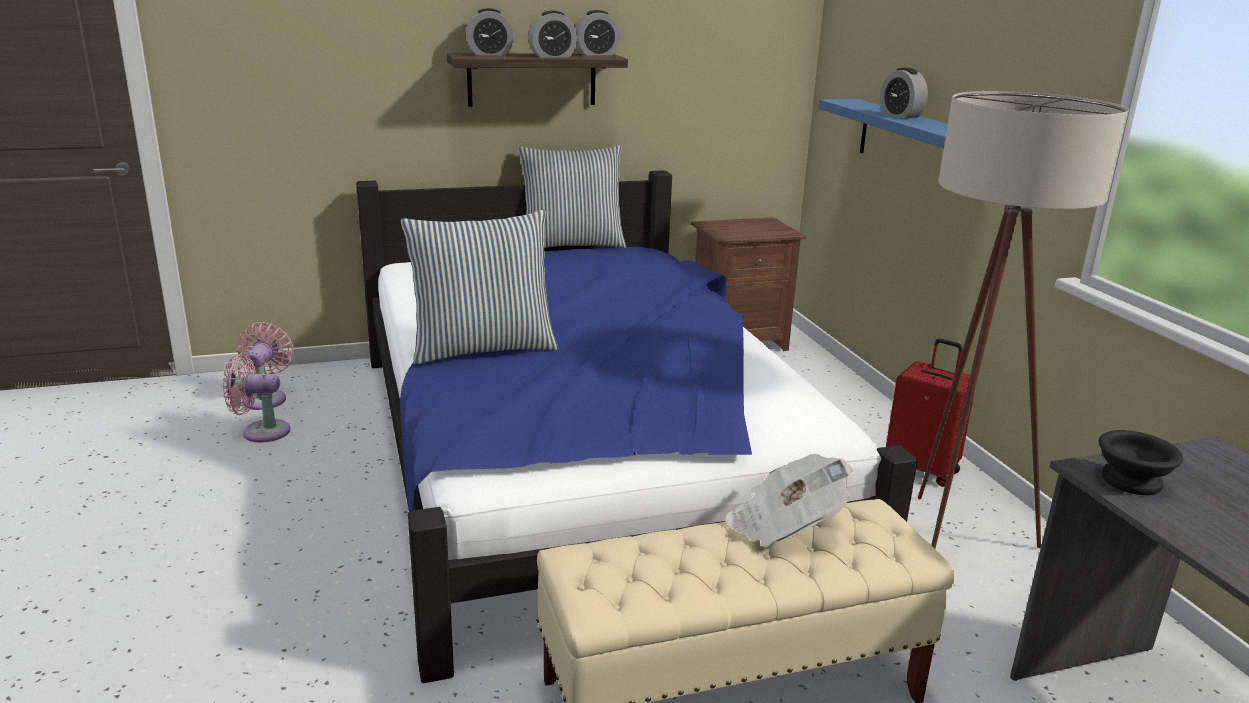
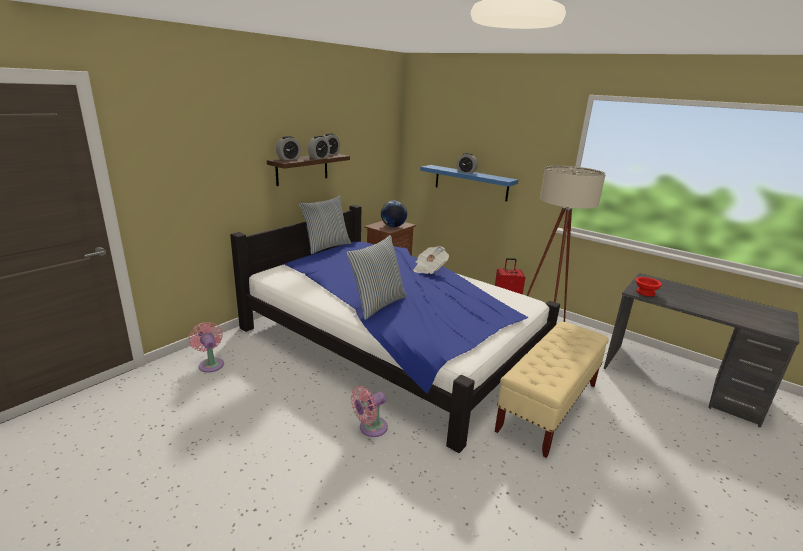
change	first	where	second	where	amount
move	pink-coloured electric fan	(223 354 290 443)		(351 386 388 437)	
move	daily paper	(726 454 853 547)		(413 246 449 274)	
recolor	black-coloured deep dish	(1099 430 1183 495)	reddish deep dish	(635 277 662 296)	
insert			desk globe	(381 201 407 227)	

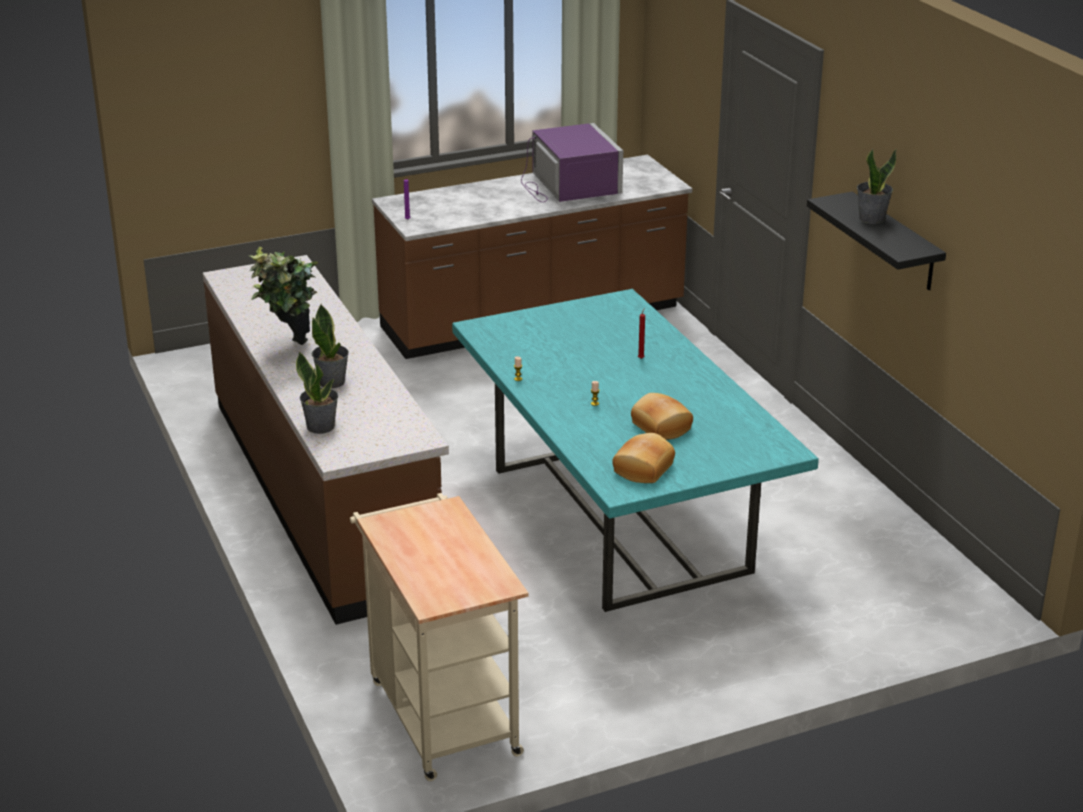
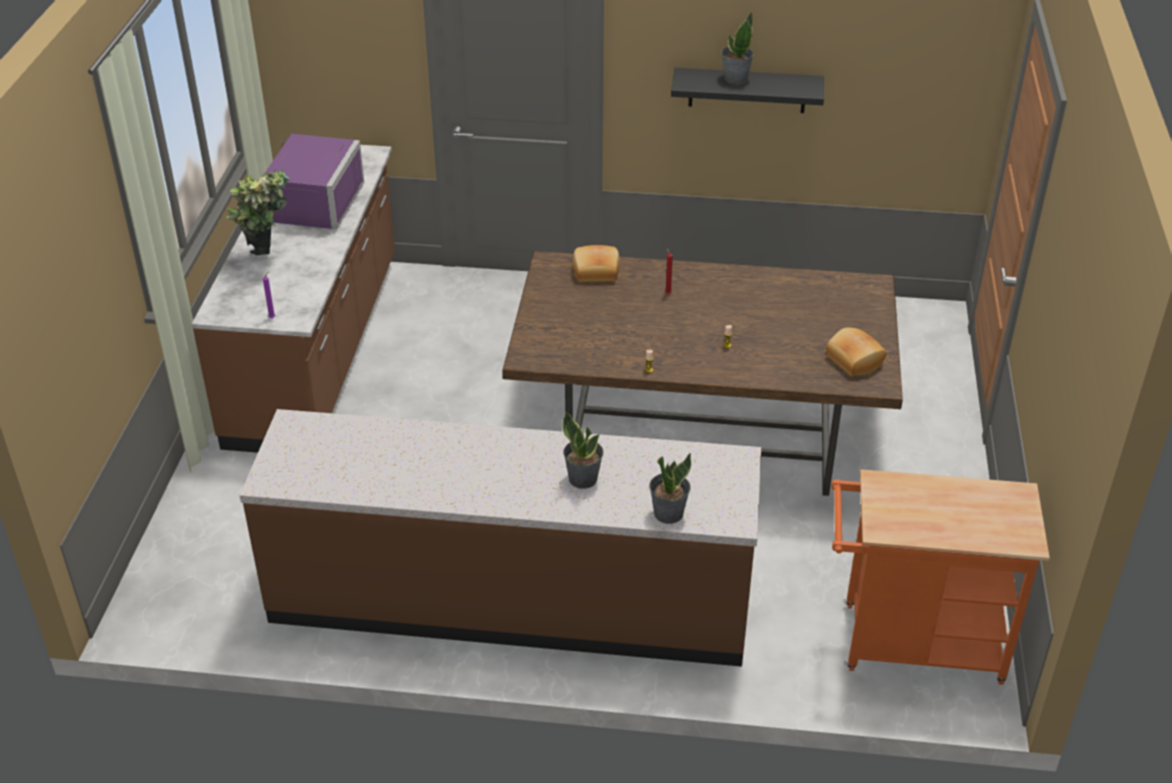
change	first	where	second	where	amount
move	houseplant	(250 247 318 345)		(226 169 290 256)	
recolor	beige trolley	(350 493 529 781)	orange-coloured trolley	(831 469 1050 685)	
recolor	turquoise-coloured dining table	(452 289 819 612)	brown dining table	(502 251 903 496)	
rotate	purplish microwave oven	(521 123 623 202)		(264 134 364 229)	90 degrees clockwise
move	bread	(631 393 693 440)		(573 245 620 282)	

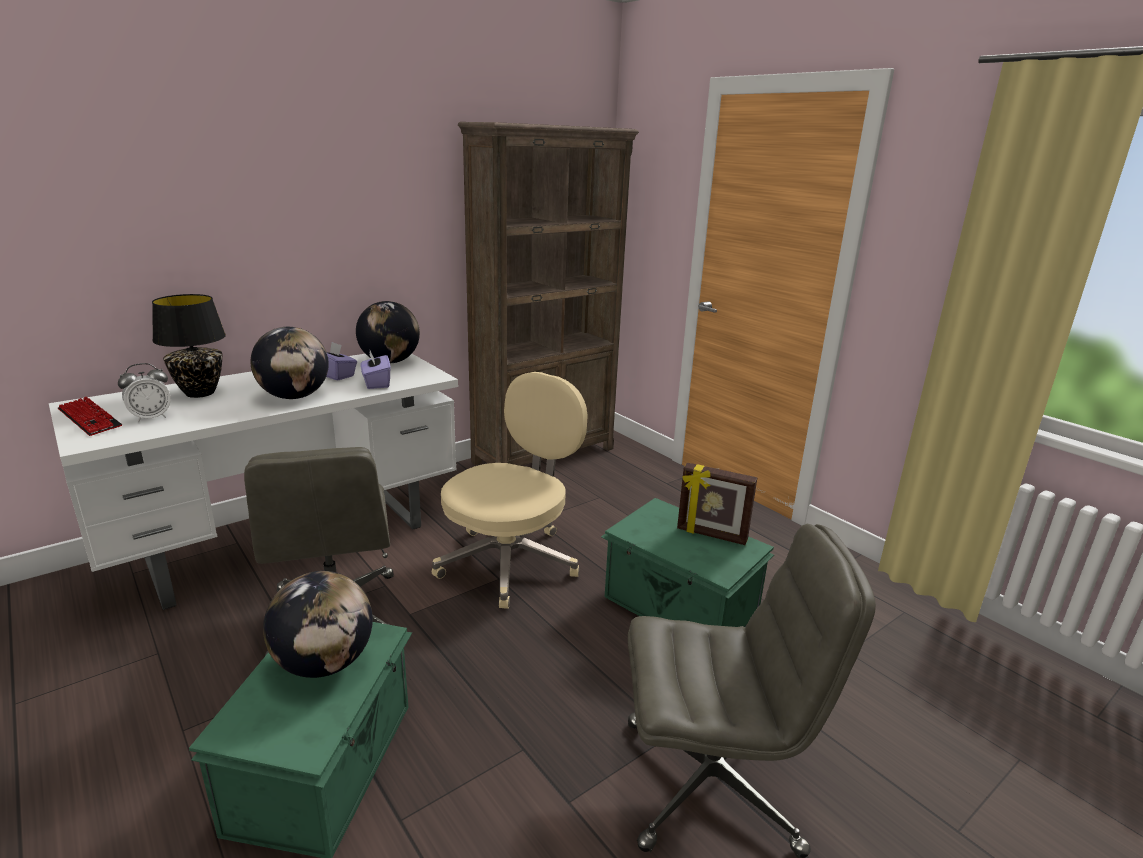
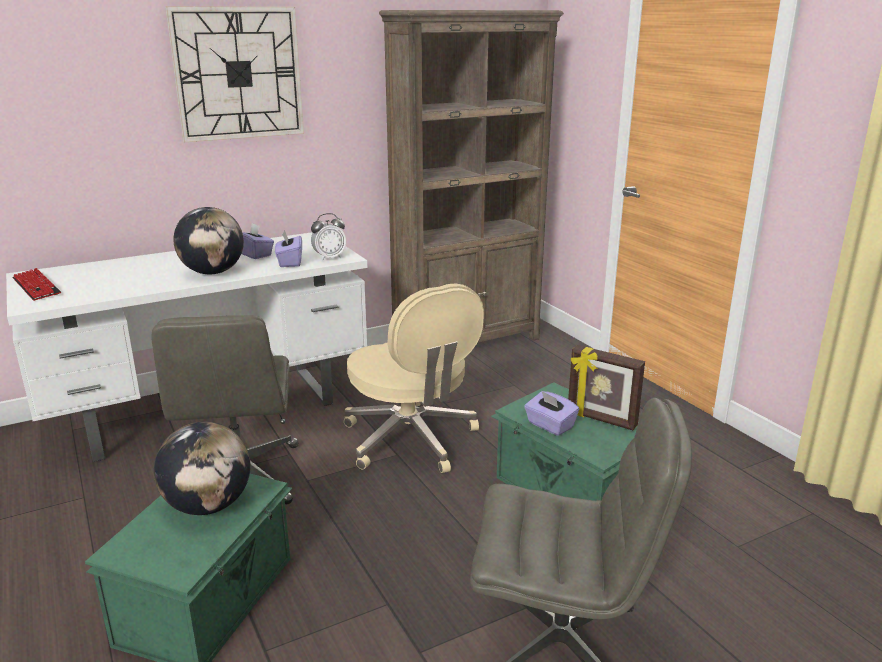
change	first	where	second	where	amount
move	table clock	(118 363 171 423)		(311 213 346 261)	
delete	black-coloured tabletop lamp	(152 294 226 398)			
delete	desk globe	(356 301 420 363)			
rotate	beige computer chair	(432 372 587 609)		(344 284 484 473)	105 degrees clockwise
insert			hanging clock	(165 6 304 142)	
insert			purplish tissue holder	(524 390 579 436)	

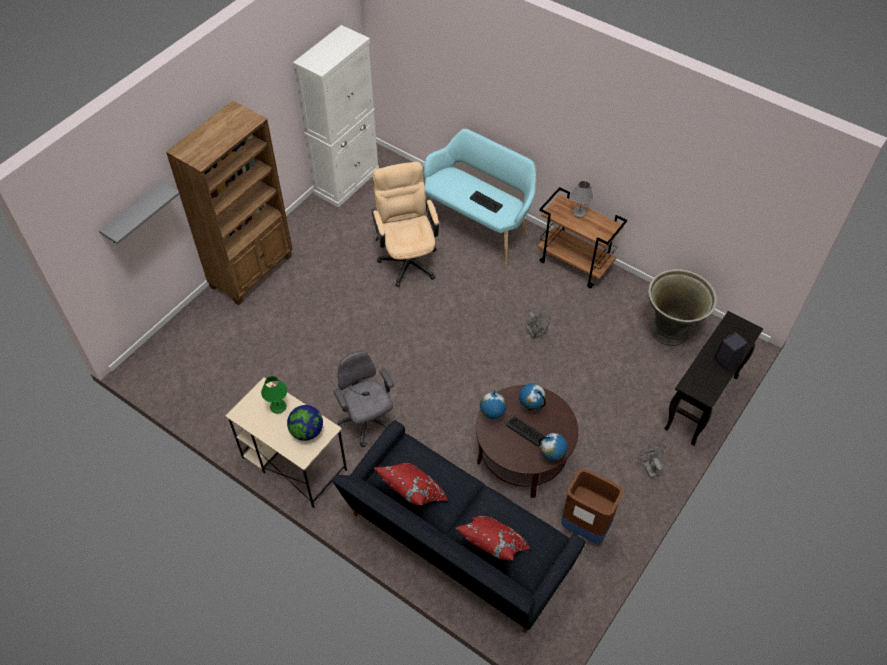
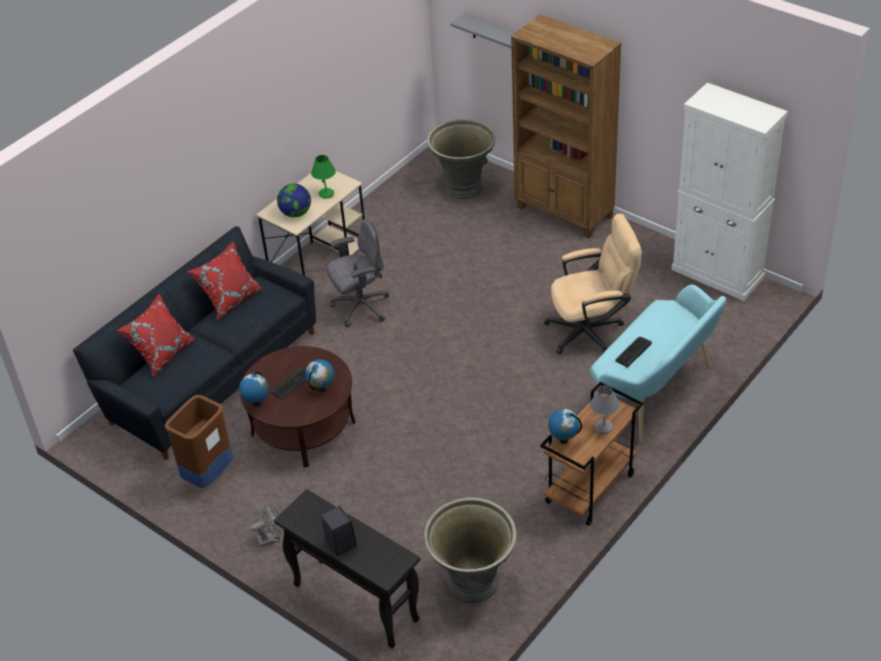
change	first	where	second	where	amount
move	desk globe	(480 390 507 419)		(548 409 582 444)	
delete	grey electric fan	(526 312 550 339)			
insert			grey plant pot	(427 119 496 199)	

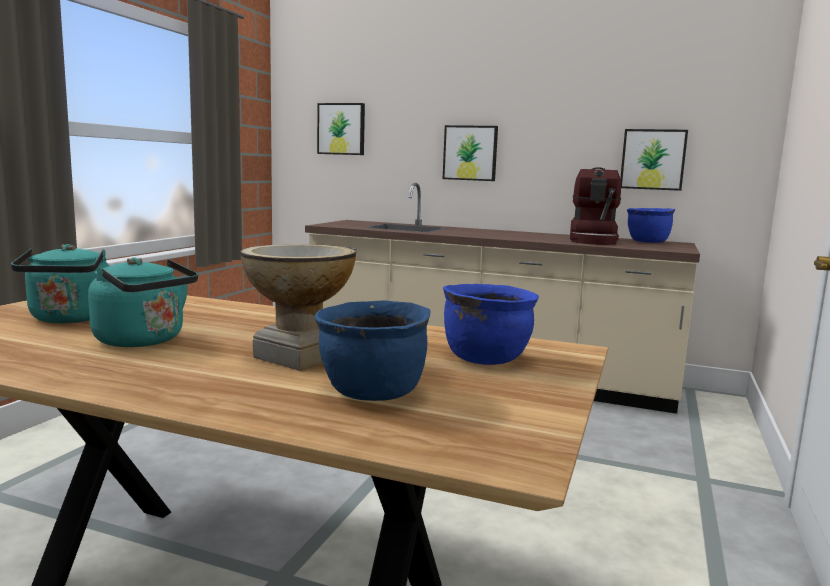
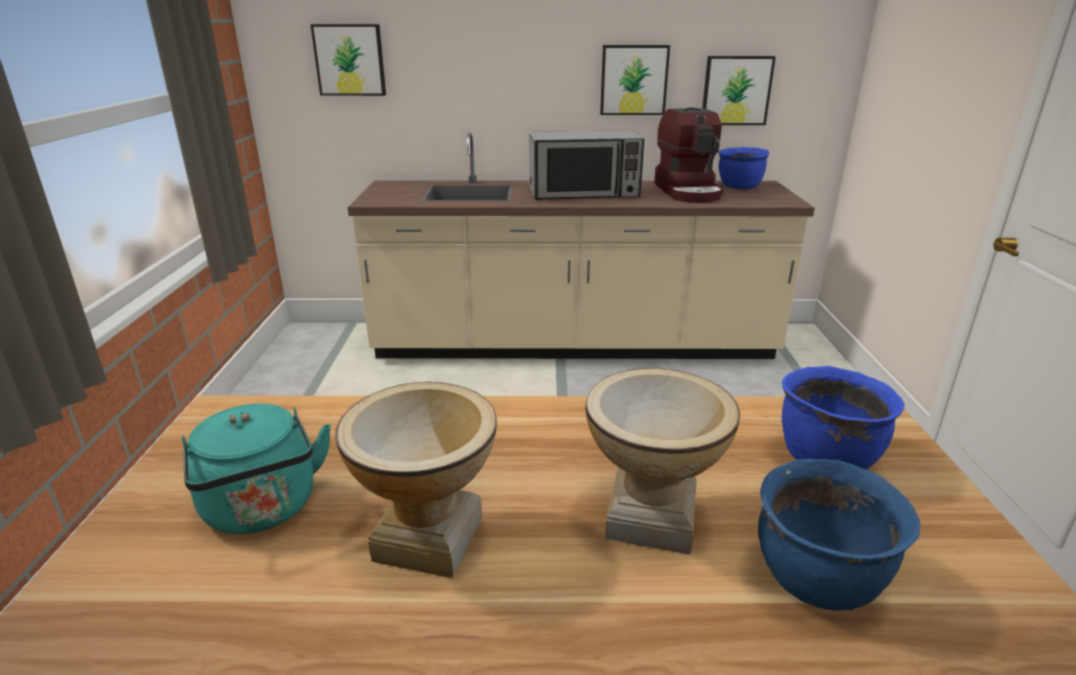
change	first	where	second	where	amount
replace	turquoise-coloured tea kettle	(88 257 198 347)	decorative vase	(335 382 497 578)	
move	picture	(443 125 498 181)		(600 45 670 115)	
insert			microwave oven	(529 130 644 200)	

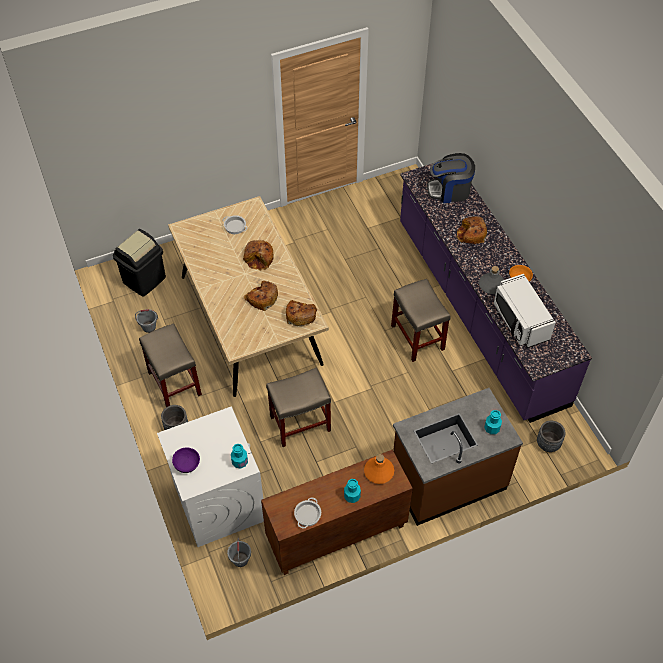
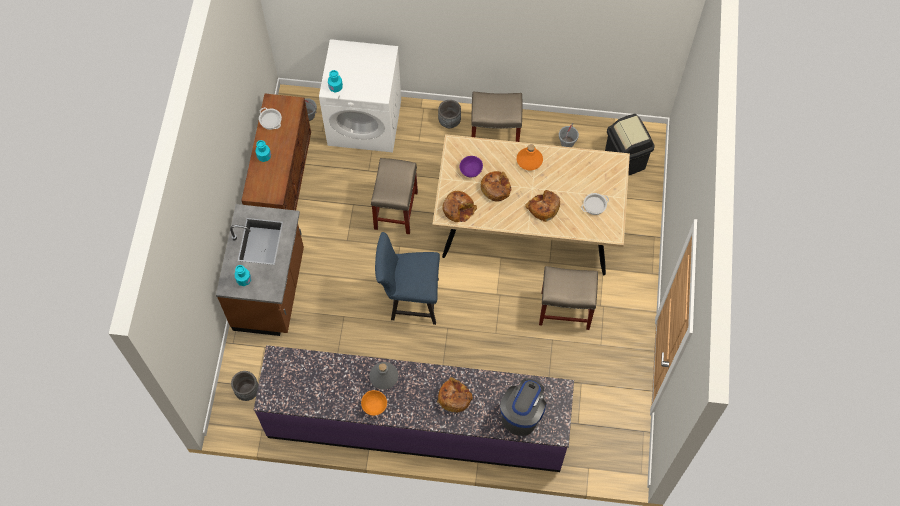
change	first	where	second	where	amount
move	purplish deep dish	(172 447 200 473)		(459 156 483 177)	
move	orange-coloured beverage bottle	(364 454 394 484)		(517 144 543 171)	
move	beige stool	(391 279 451 362)		(539 266 598 330)	
delete	white-coloured microwave oven	(494 274 556 348)			
insert			blue plain chair	(375 232 440 325)	

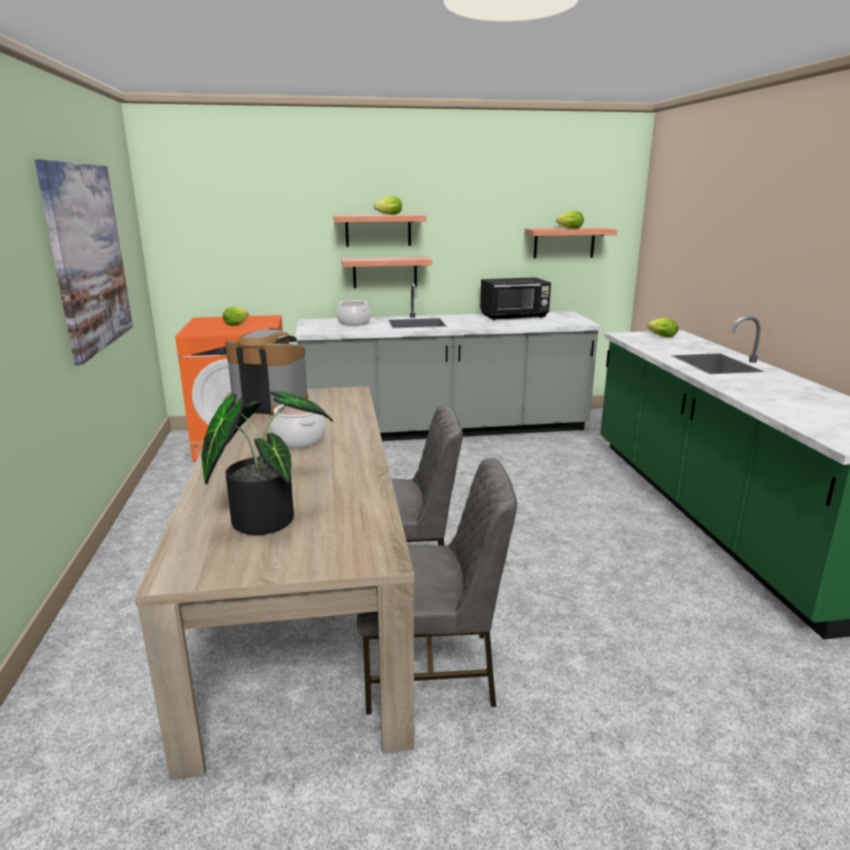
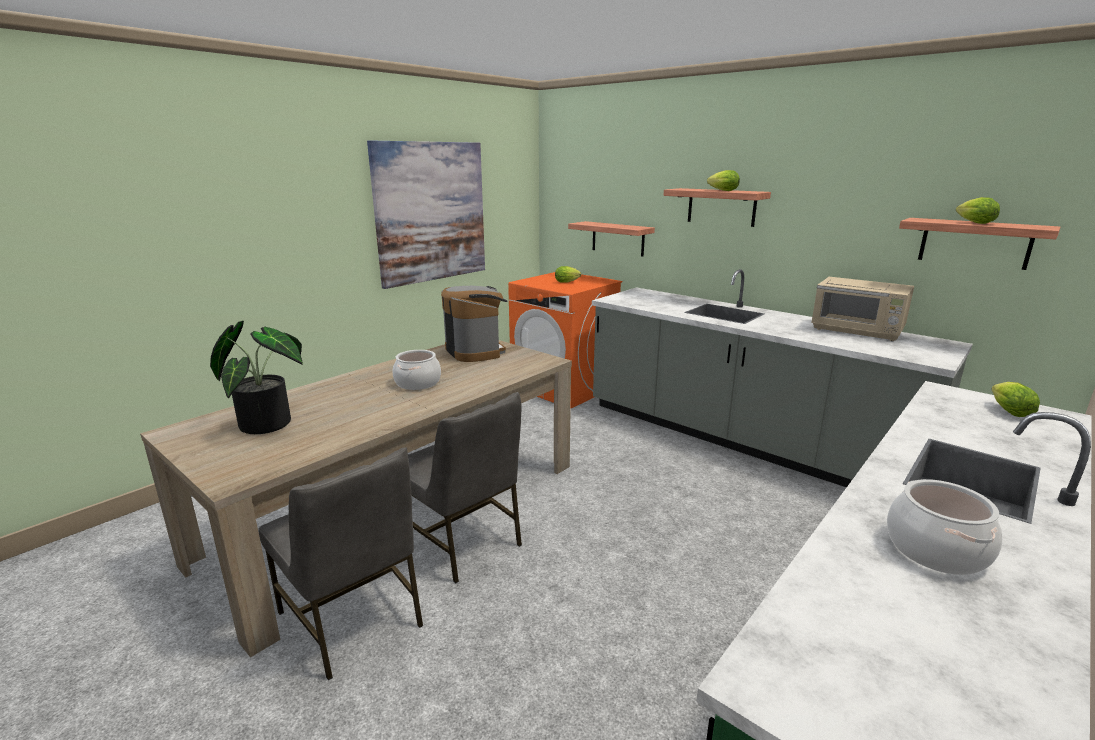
change	first	where	second	where	amount
move	saucepot	(337 300 371 326)		(887 479 1002 575)	
move	bracket shelf	(341 257 432 288)		(568 221 655 257)	
recolor	black-coloured microwave oven	(480 277 551 320)	beige microwave oven	(811 277 914 341)	

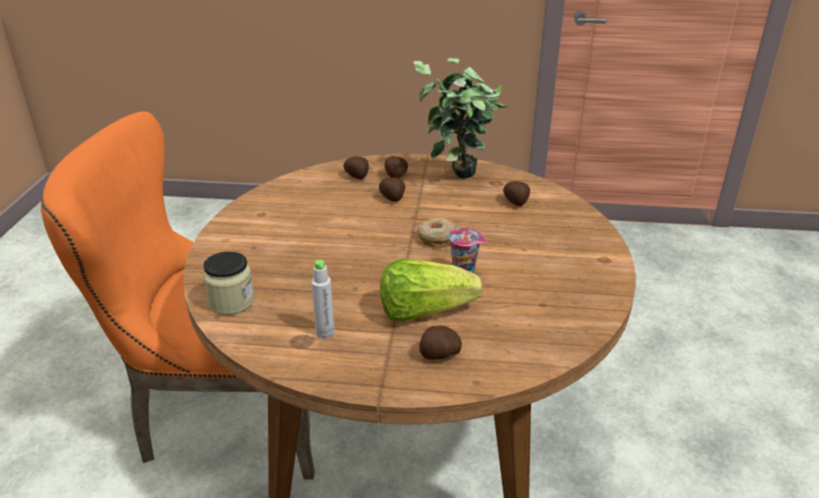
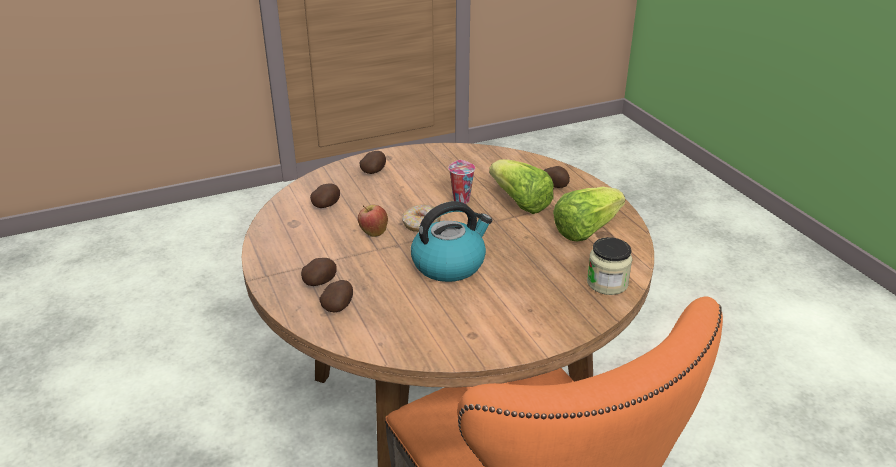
change	first	where	second	where	amount
replace	grey beverage bottle	(311 259 335 338)	head of lettuce	(553 186 625 242)	
move	potato	(379 177 405 202)		(360 151 386 174)	
delete	houseplant	(413 58 509 179)			
insert			apple fruit	(358 205 388 237)	
insert			tea kettle	(411 201 492 282)	

